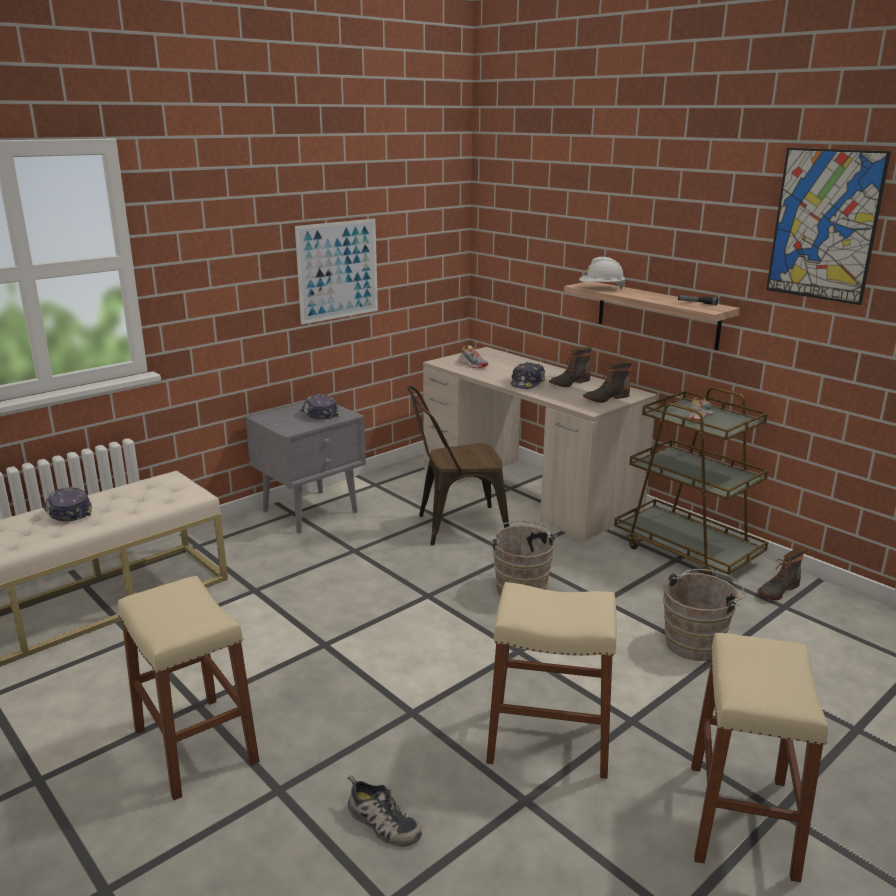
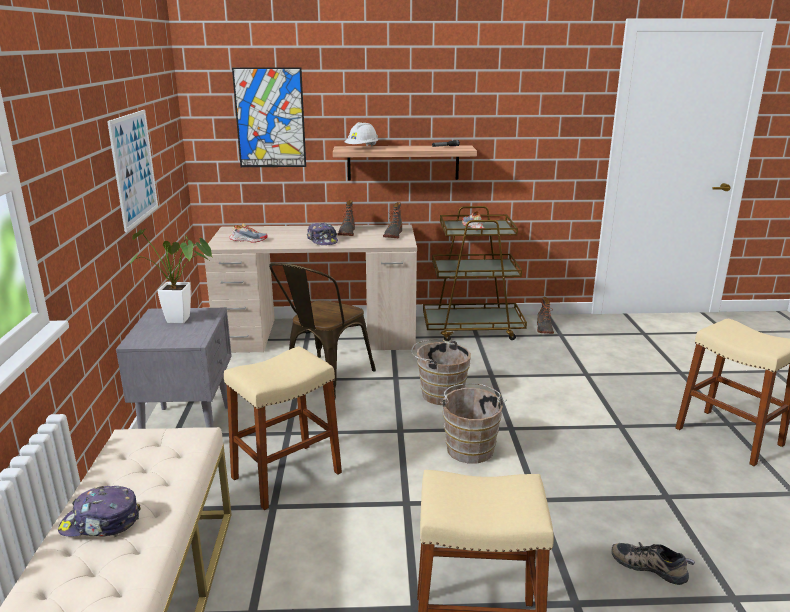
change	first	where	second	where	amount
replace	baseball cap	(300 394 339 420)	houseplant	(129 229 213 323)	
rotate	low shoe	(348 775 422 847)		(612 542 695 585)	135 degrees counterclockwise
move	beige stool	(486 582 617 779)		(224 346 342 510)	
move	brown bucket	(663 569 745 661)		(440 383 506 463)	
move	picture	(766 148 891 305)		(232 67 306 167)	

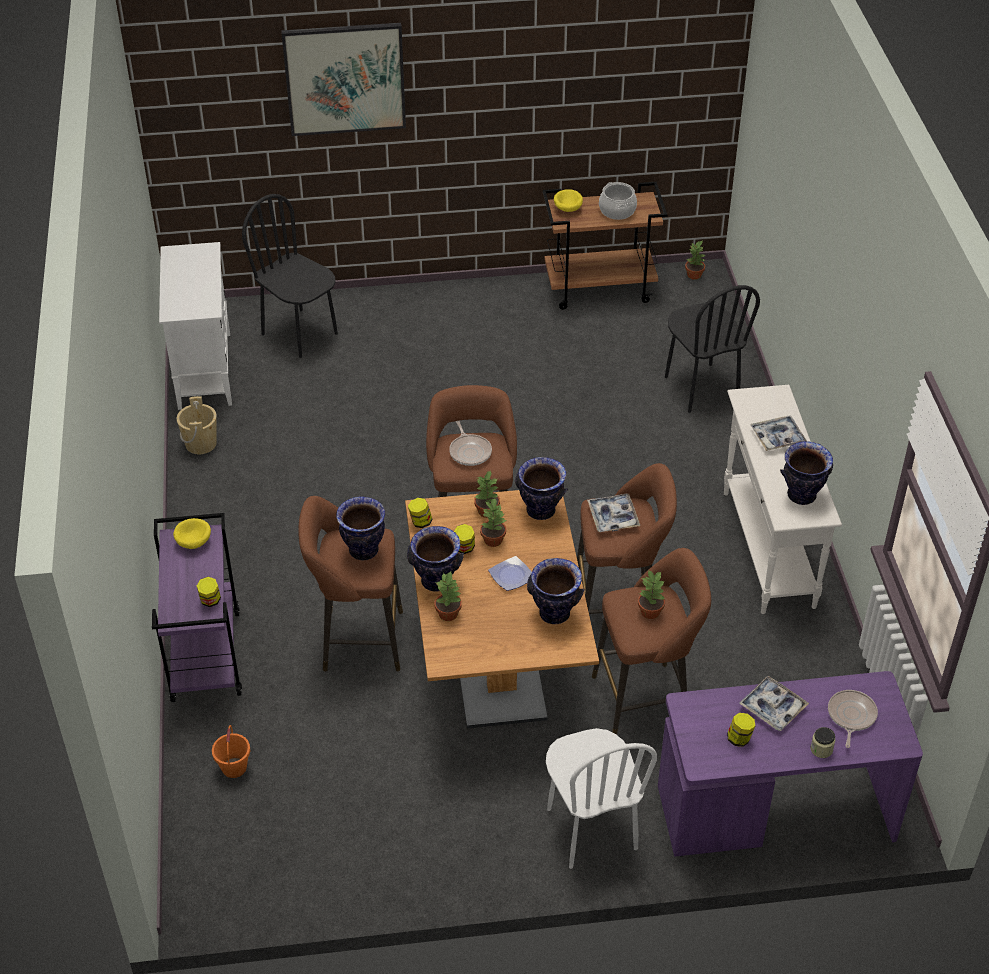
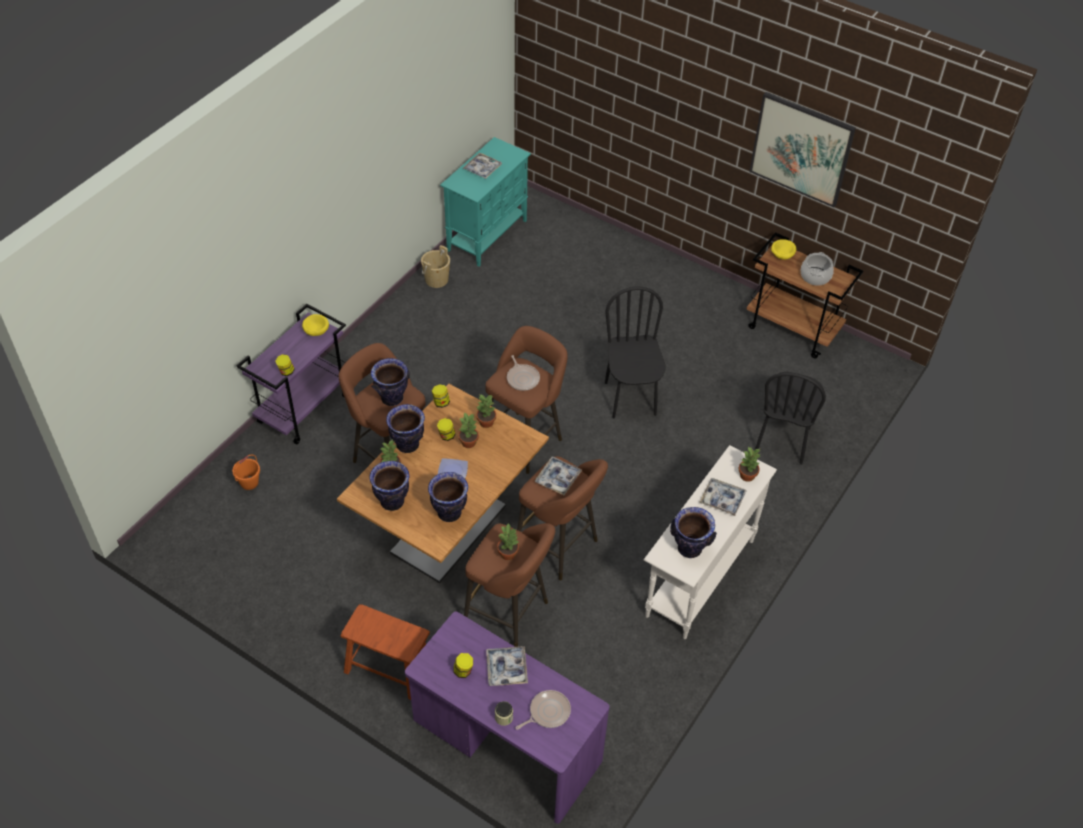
change	first	where	second	where	amount
recolor	white-coloured cupboard	(159 242 232 410)	turquoise-coloured cupboard	(440 137 531 267)	
move	black-coloured plain chair	(242 194 338 358)		(605 287 666 419)	
move	picture	(281 23 406 136)		(749 92 856 207)	
rotate	pan	(449 421 492 466)		(507 355 540 391)	45 degrees counterclockwise
move	decorative vase	(515 457 568 520)		(369 461 410 511)	
replace	white-coloured plain chair	(546 728 657 869)	brown stool	(340 604 430 700)	
move	houseplant	(685 241 705 280)		(739 447 760 482)	
insert			tray	(463 153 502 179)	

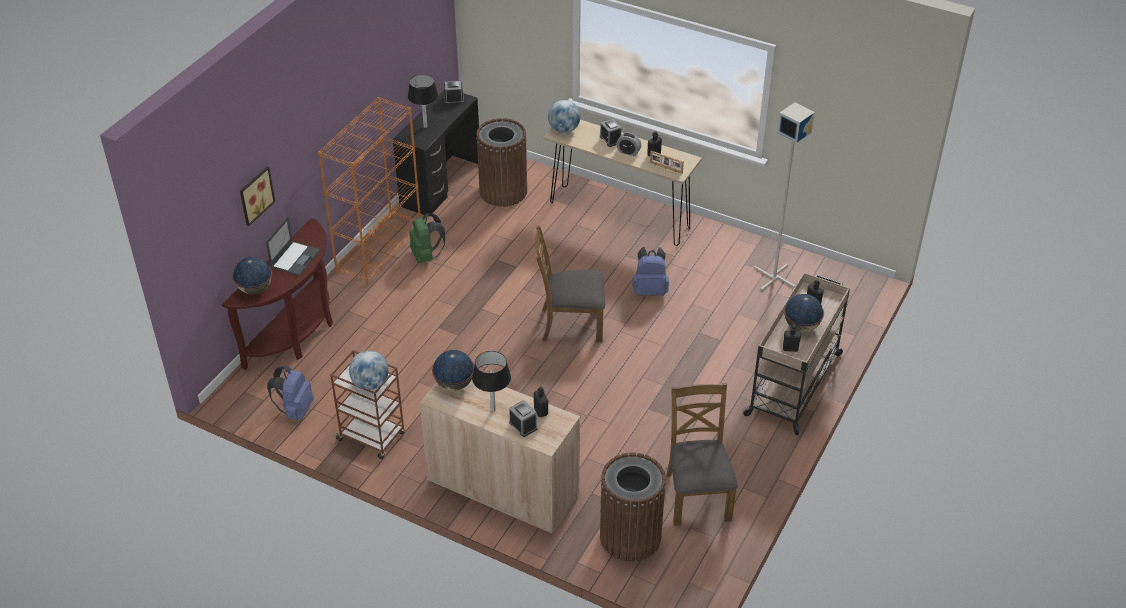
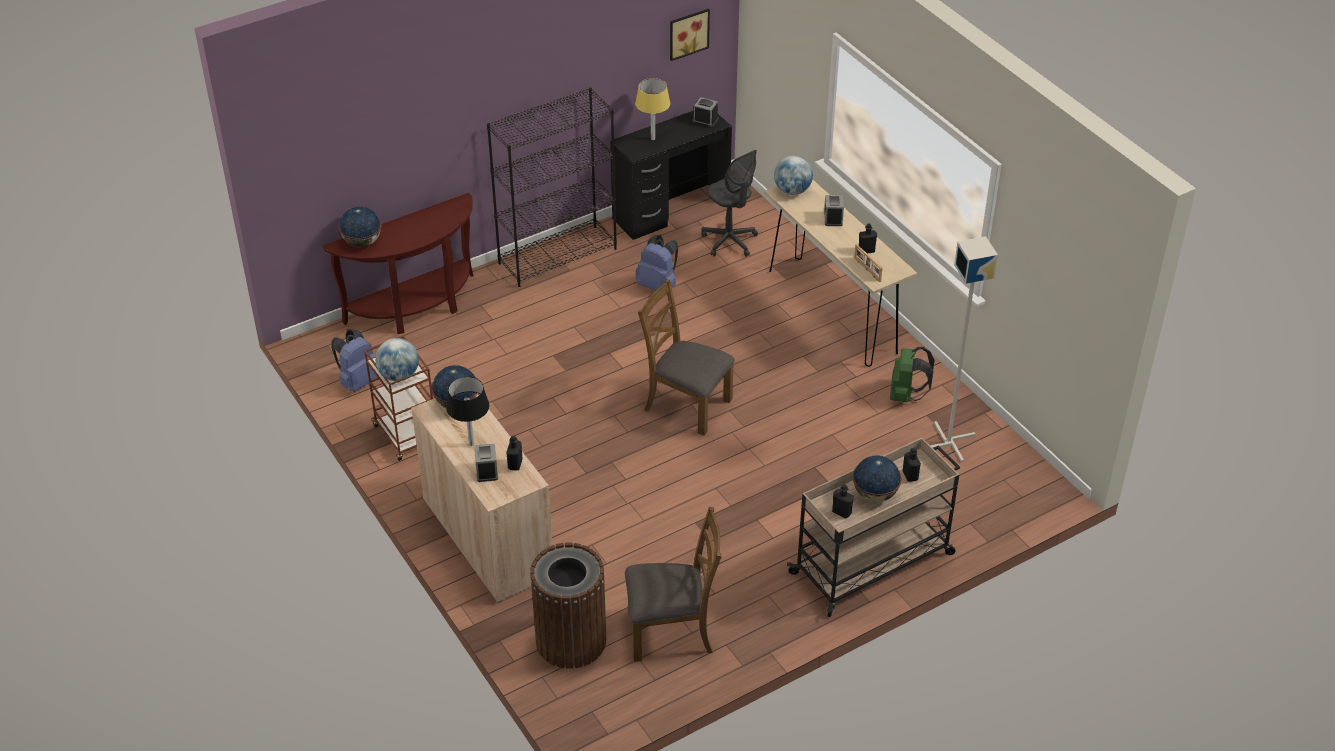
change	first	where	second	where	amount
move	picture	(240 167 275 226)		(670 9 710 61)	
delete	laptop	(266 216 320 276)			
recolor	orange-coloured bookcase	(318 97 421 286)	black-coloured bookcase	(487 88 617 287)	
recolor	black-coloured tabletop lamp	(408 74 438 128)	yellowish tabletop lamp	(635 78 670 140)	
move	green backpack	(409 213 445 263)		(890 347 935 402)	
replace	brown trash can	(476 118 527 207)	grey computer chair	(701 150 758 257)	
delete	table clock	(616 133 641 156)			
move	blue backpack	(632 247 669 296)		(636 235 678 291)	
rotate	brown plain chair	(666 383 738 526)		(625 507 722 662)	60 degrees clockwise

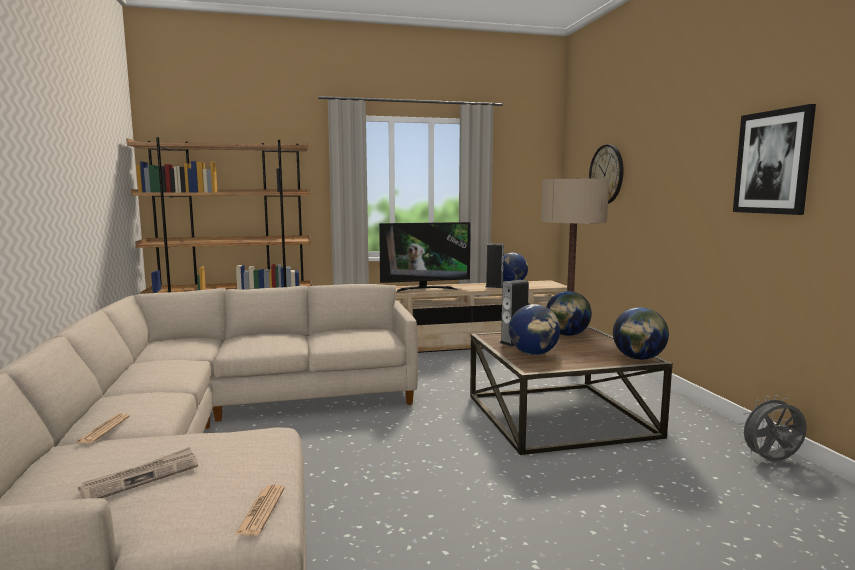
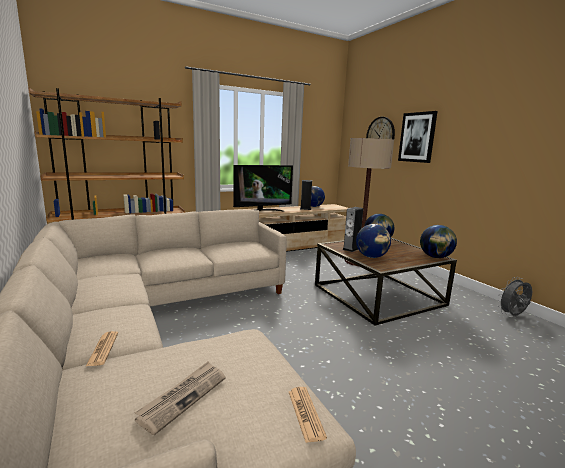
change	first	where	second	where	amount
move	picture	(733 104 816 215)		(398 111 438 163)	

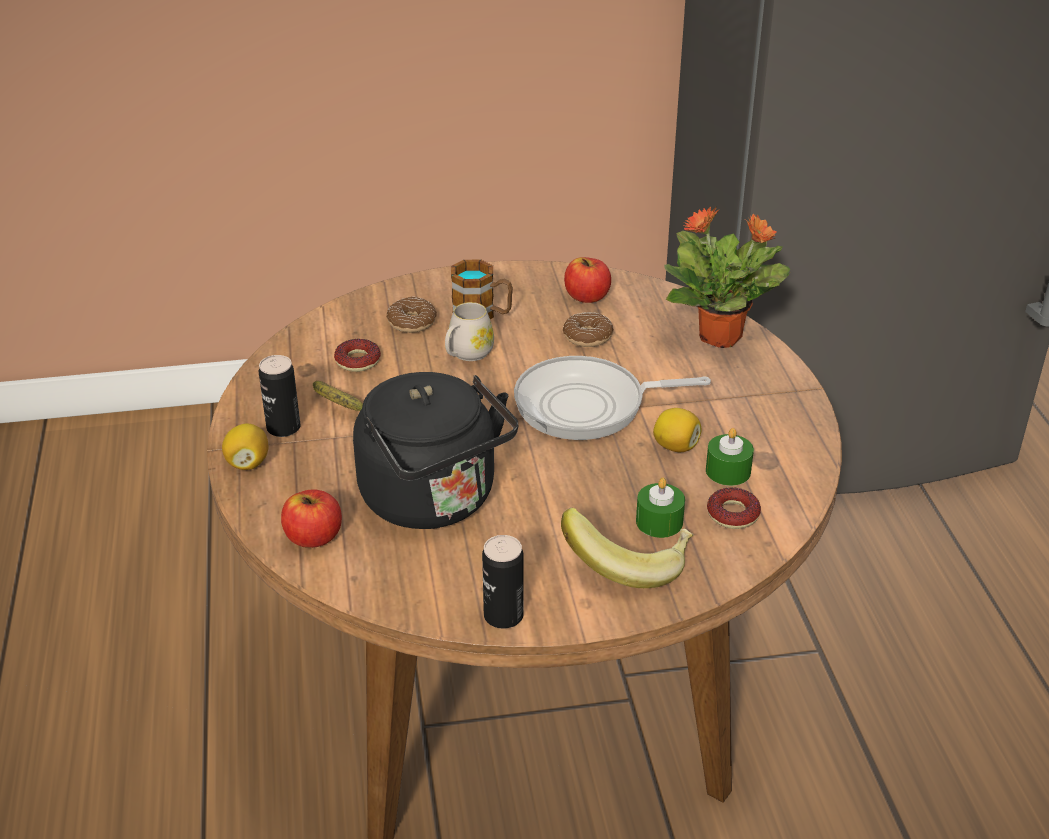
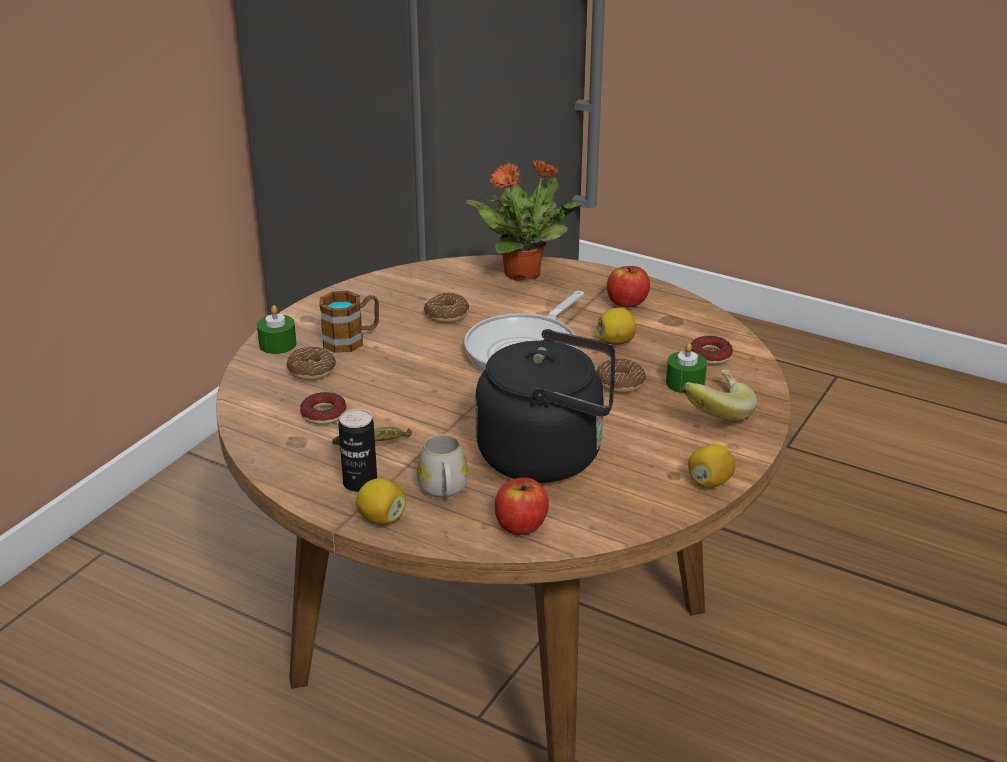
change	first	where	second	where	amount
move	white-coloured mug	(445 302 494 361)		(417 434 468 499)	
replace	metal can	(482 535 523 629)	lemon	(688 445 735 488)	
move	apple fruit	(564 257 611 303)		(607 266 650 308)	
move	green wax candle	(706 428 754 486)		(257 305 297 354)	
insert			doughnut	(596 358 646 393)	

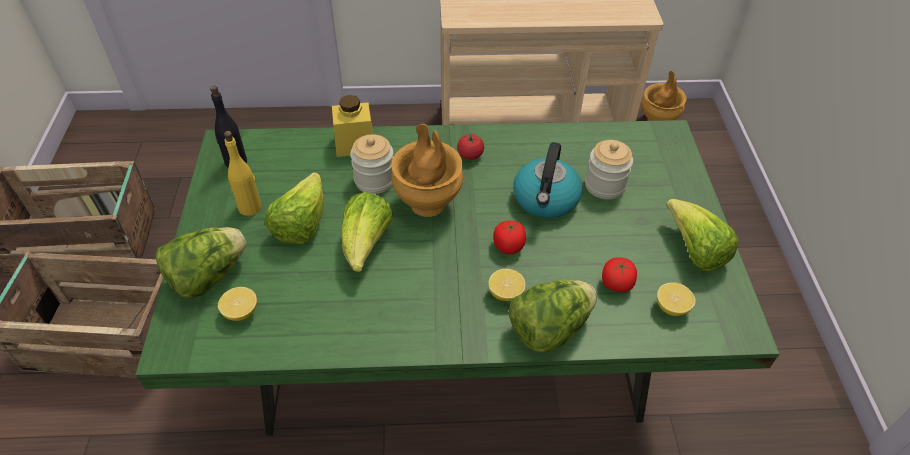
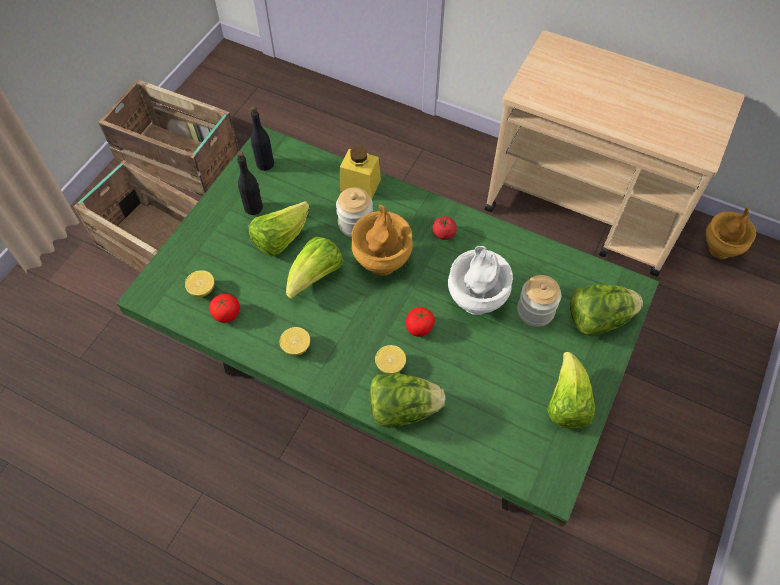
change	first	where	second	where	amount
move	head of lettuce	(155 227 246 298)		(570 284 643 336)	
recolor	yellowish beverage bottle	(224 131 261 216)	black-coloured beverage bottle	(237 152 263 215)	
replace	tea kettle	(513 142 583 218)	white-coloured decorative vase	(448 246 513 315)	
move	fresh tomato	(602 257 637 292)		(209 294 240 323)	
move	lemon	(657 282 696 316)		(280 327 310 356)	

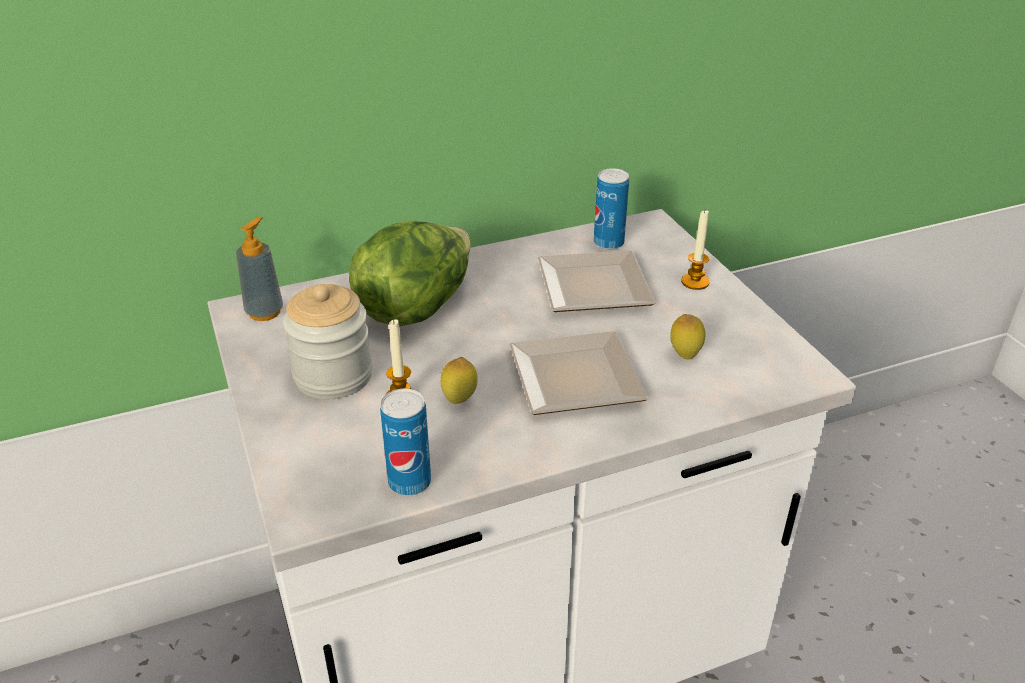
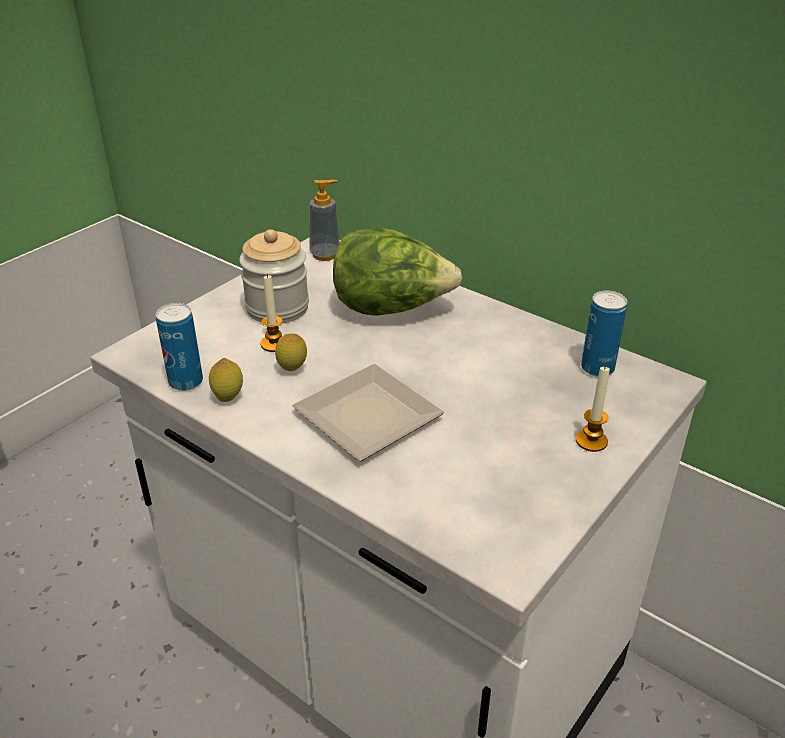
change	first	where	second	where	amount
delete	flat dish	(538 250 655 312)			
move	lemon	(671 314 706 359)		(209 358 243 402)	

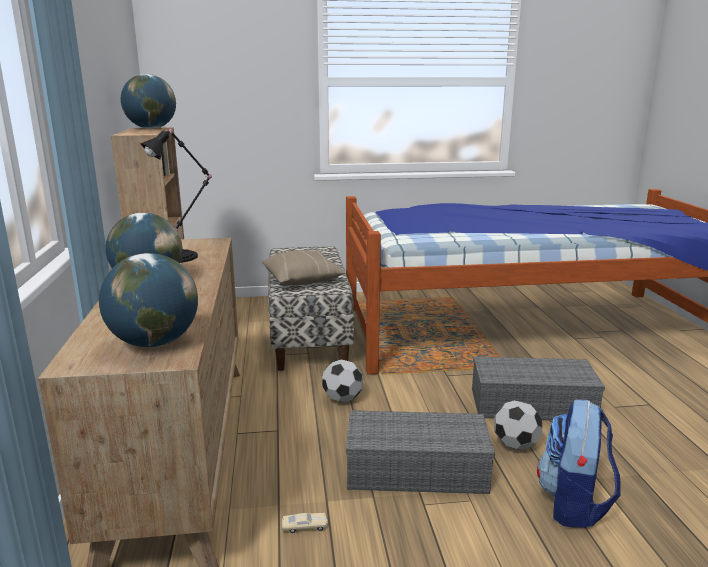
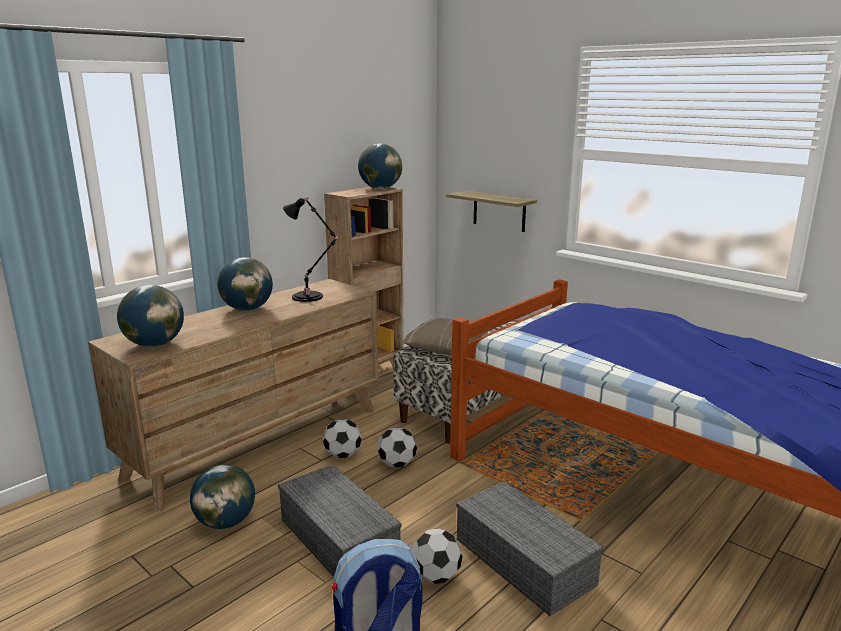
change	first	where	second	where	amount
replace	beige miniature car	(282 513 328 533)	desk globe	(190 464 255 529)	
insert			ball for football	(323 419 362 458)	
insert			bracket shelf	(446 191 537 232)	

